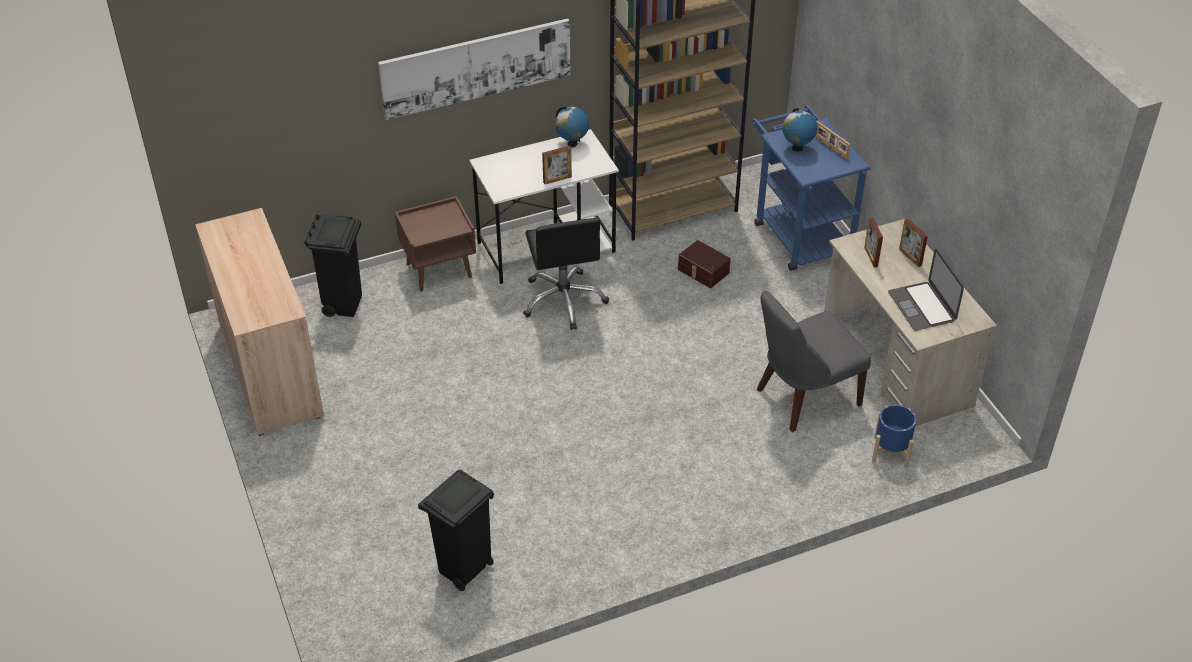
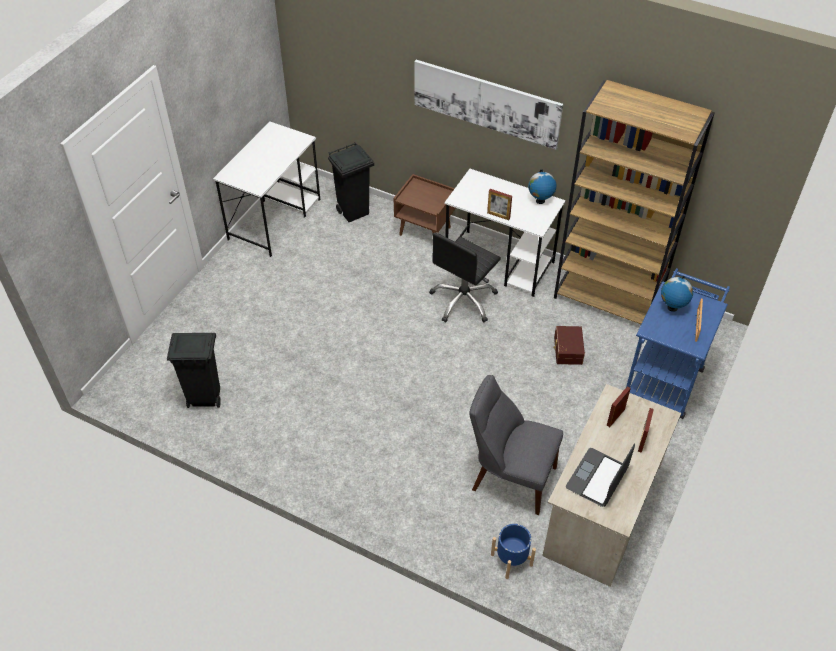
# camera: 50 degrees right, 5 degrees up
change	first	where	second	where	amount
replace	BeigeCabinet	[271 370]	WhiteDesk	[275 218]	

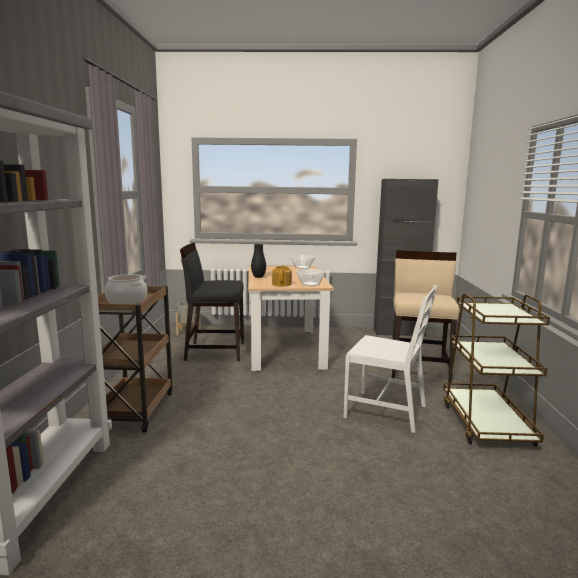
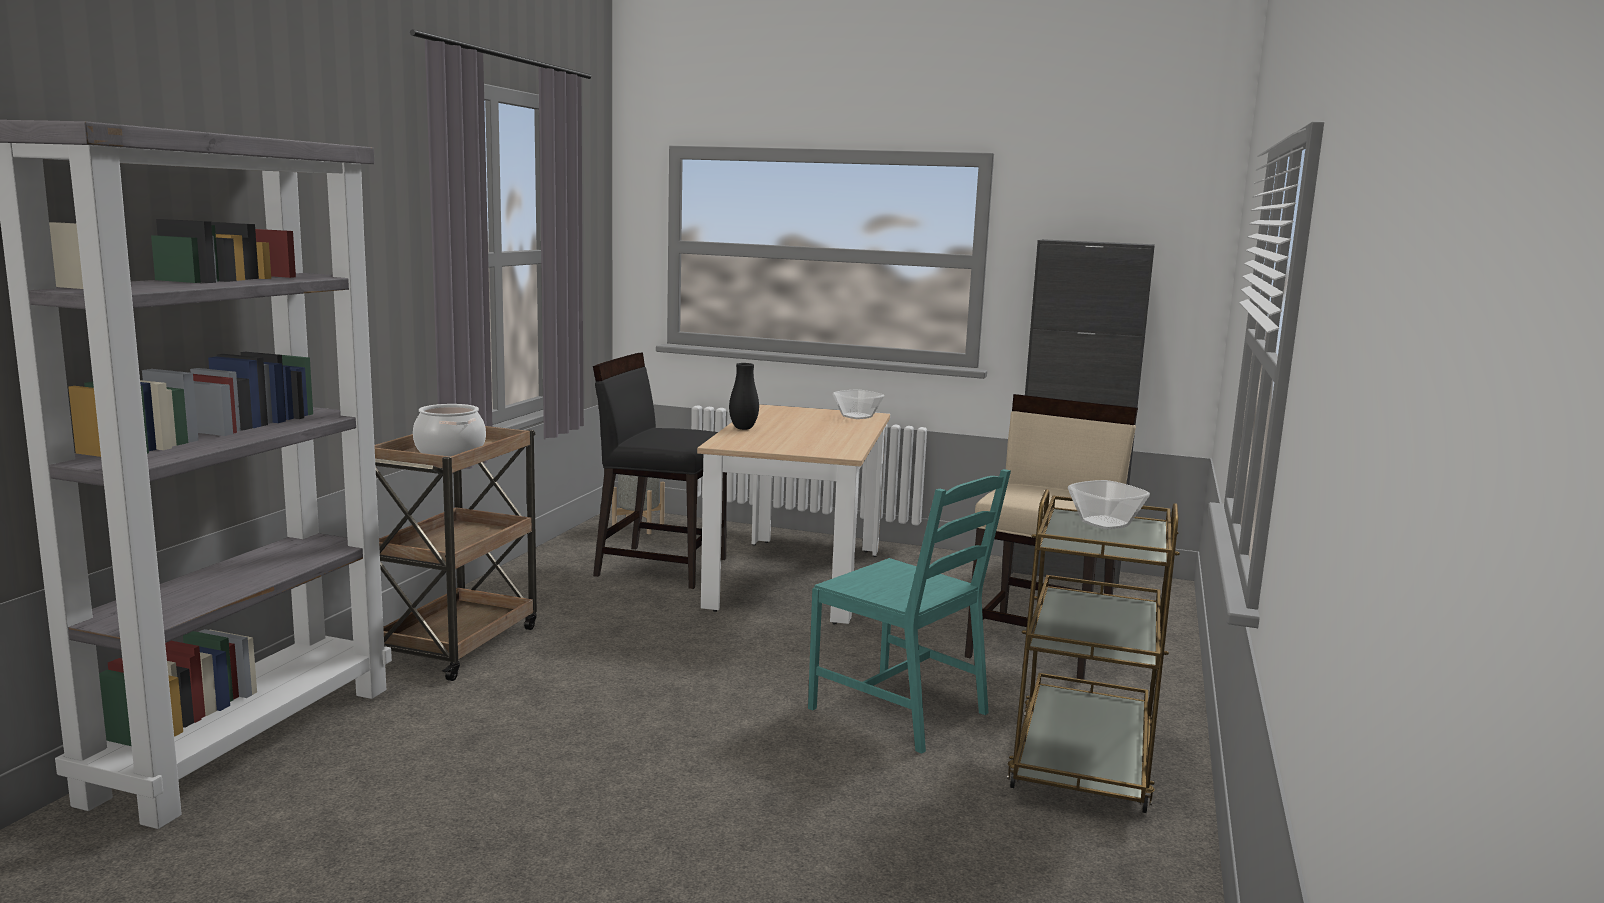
# camera: 15 degrees right, 0 degrees up
change	first	where	second	where	amount
delete	Teapot	[282 284]			
move	Bowl	[310 284]		[1103 523]	
recolor	WhiteChair	[386 411]	TurquoiseChair	[901 710]	

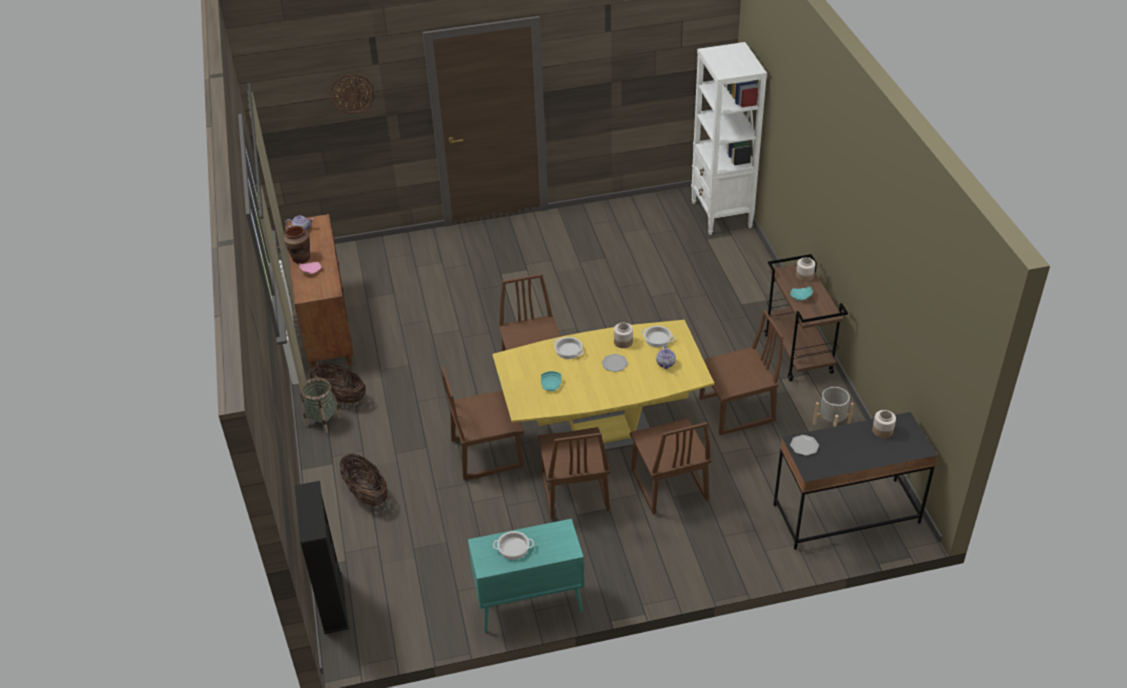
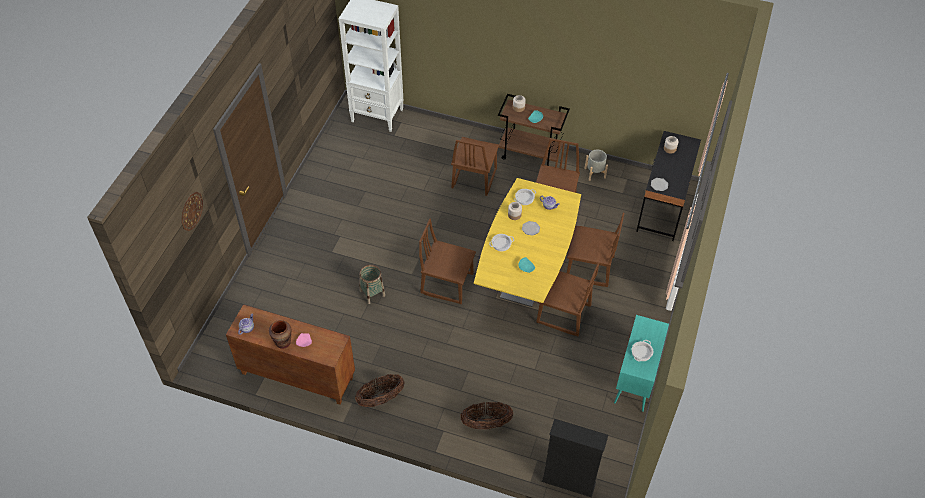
# camera: 60 degrees left, 10 degrees up
change	first	where	second	where	amount
move	BrownChair	[487 453]		[473 178]	
move	Basket	[323 421]		[372 293]	

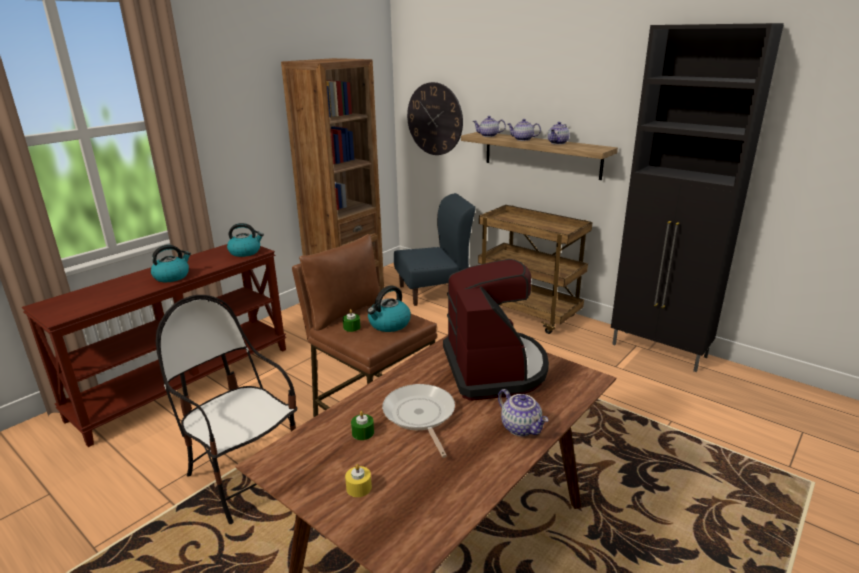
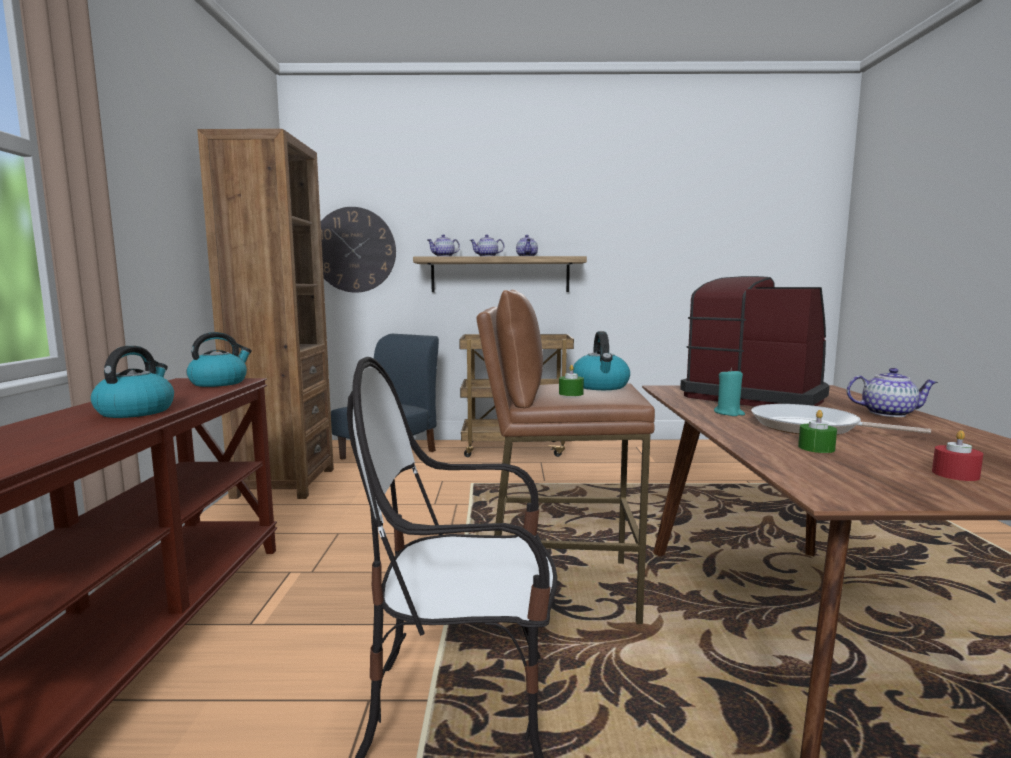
# camera: 40 degrees left, 15 degrees down
change	first	where	second	where	amount
delete	BlackCabinet	[659 351]			
recolor	YellowCandle	[359 488]	RedCandle	[955 474]	
insert			TurquoiseCandle	[729 413]	

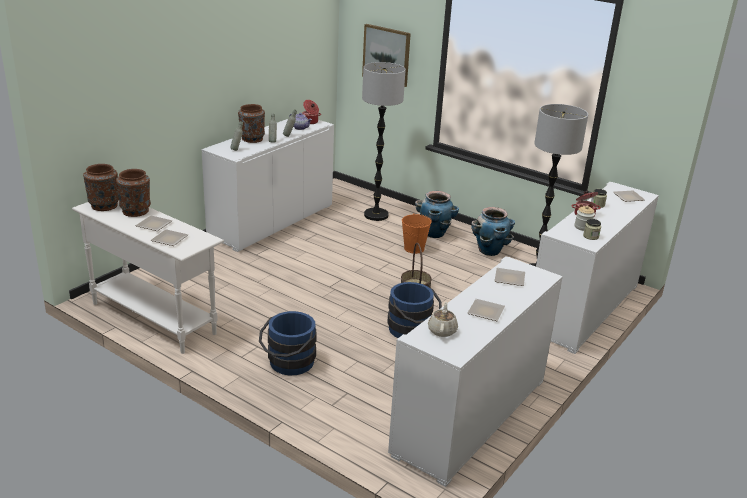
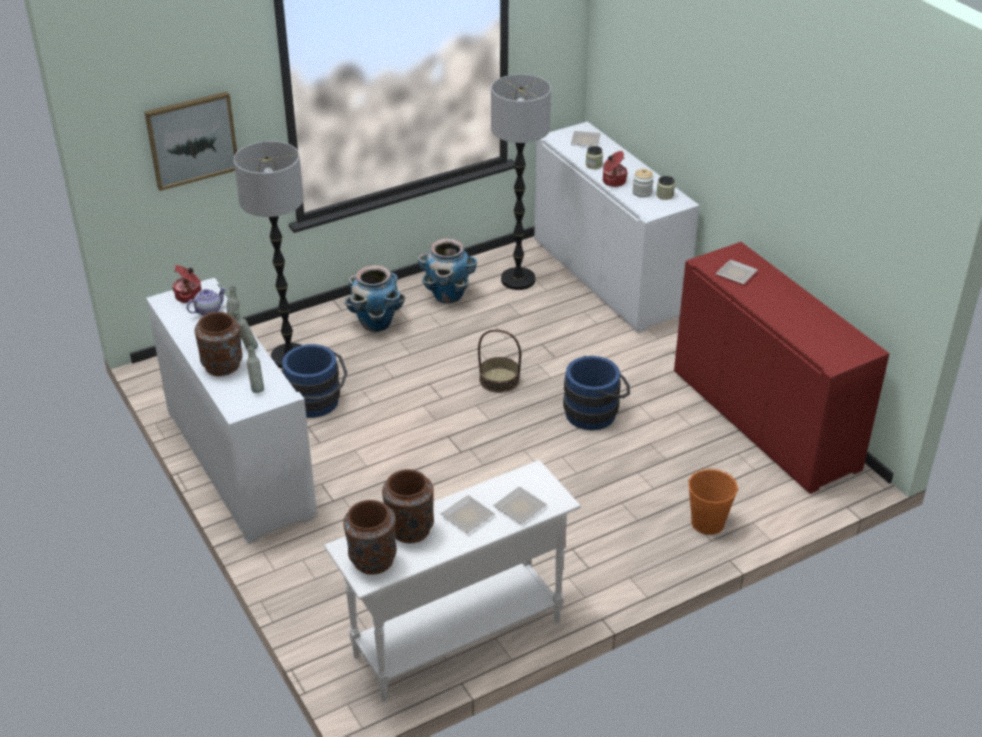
# camera: 65 degrees left, 10 degrees up
change	first	where	second	where	amount
move	OrangeBucket	[414 248]		[707 523]	
recolor	WhiteCabinet	[470 416]	RedCabinet	[764 420]	
delete	Plate	[485 311]			
delete	BeigeTeapot	[442 330]			
move	BlueBucket	[288 364]		[315 404]	

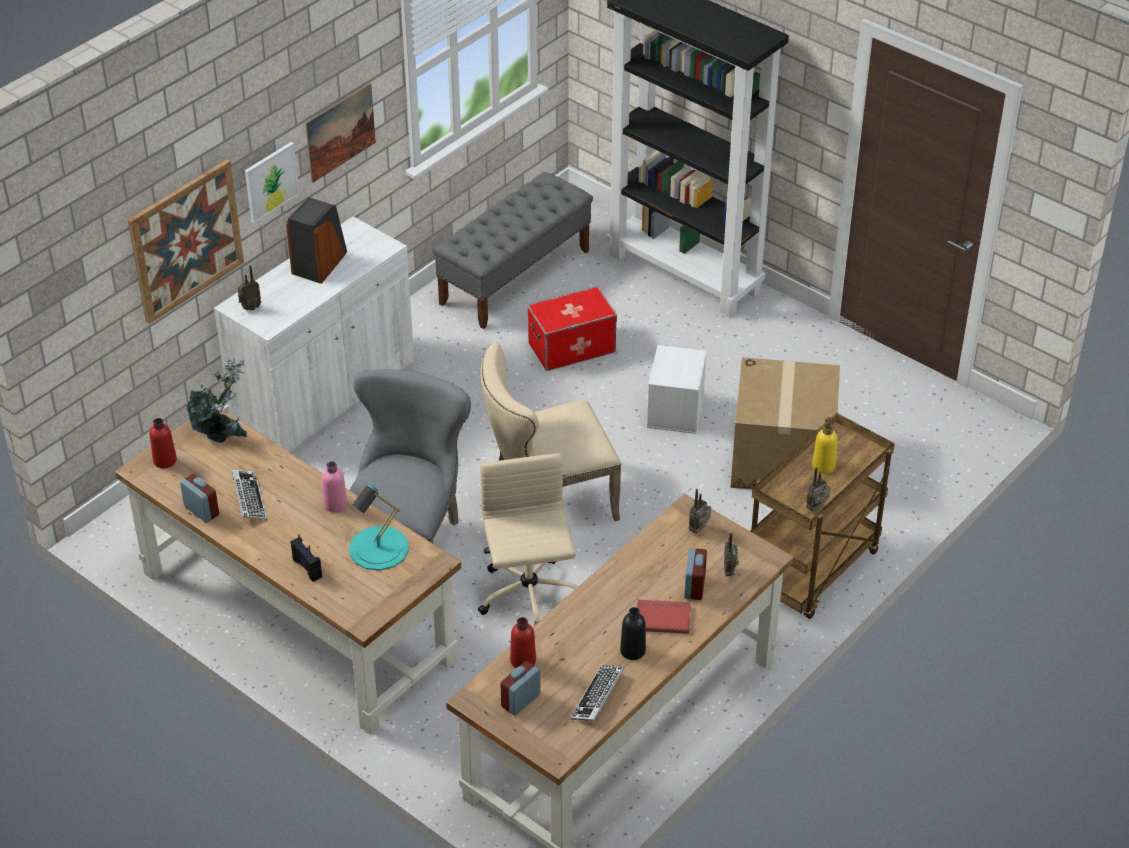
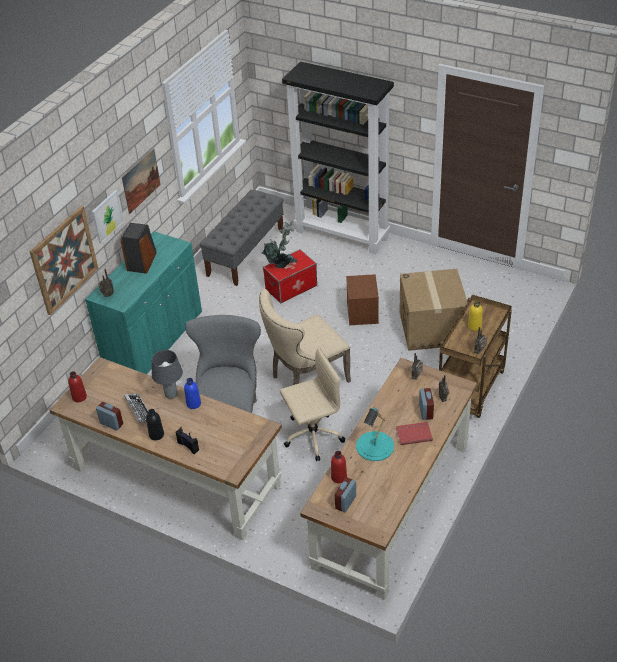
# camera: 10 degrees left, 0 degrees up
change	first	where	second	where	amount
recolor	WhiteCabinet	[324 394]	TurquoiseCabinet	[154 340]	
recolor	WhiteStorageBox	[676 411]	BrownStorageBox	[363 313]	
move	PottedPlant	[222 434]		[281 264]	
rotate	BeigeOfficeChair	[529 595]		[312 436]	90 degrees clockwise
recolor	PinkBottle	[335 504]	BlueBottle	[193 404]	
move	TurquoiseTableLamp	[379 548]		[375 446]	
move	BlackBottle	[632 651]		[156 435]	
delete	Keyboard	[598 696]			
insert			GreyTableLamp	[171 395]	

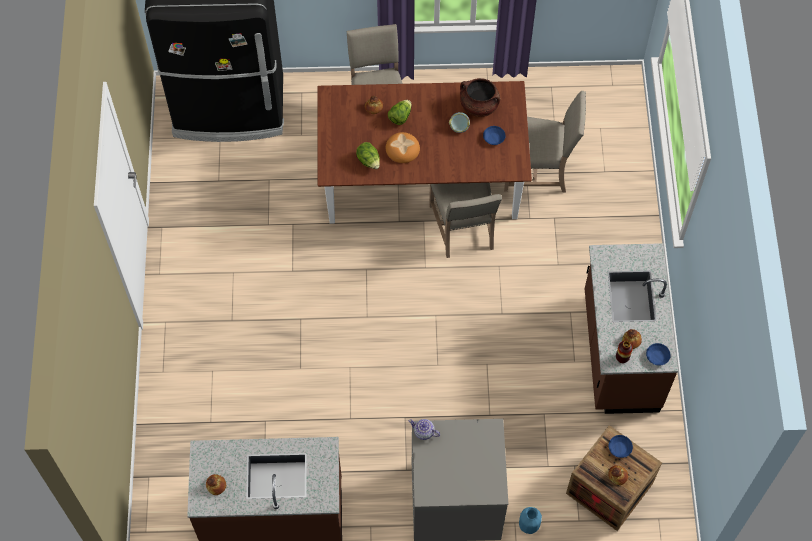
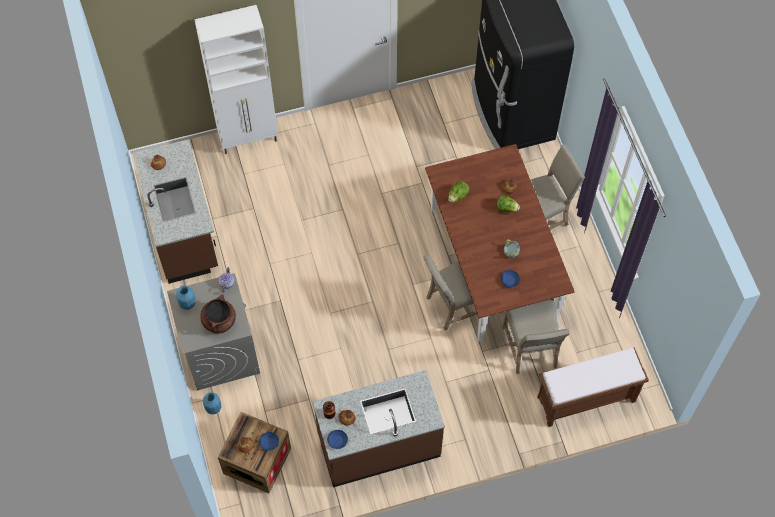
# camera: 75 degrees right, 0 degrees up
change	first	where	second	where	amount
move	BrownCookingPot	[479 106]		[219 321]	
delete	Bread	[403 149]			
insert			WhiteCabinet	[249 138]	
insert			BlueVase	[187 303]	
insert			BrownBench	[585 400]	

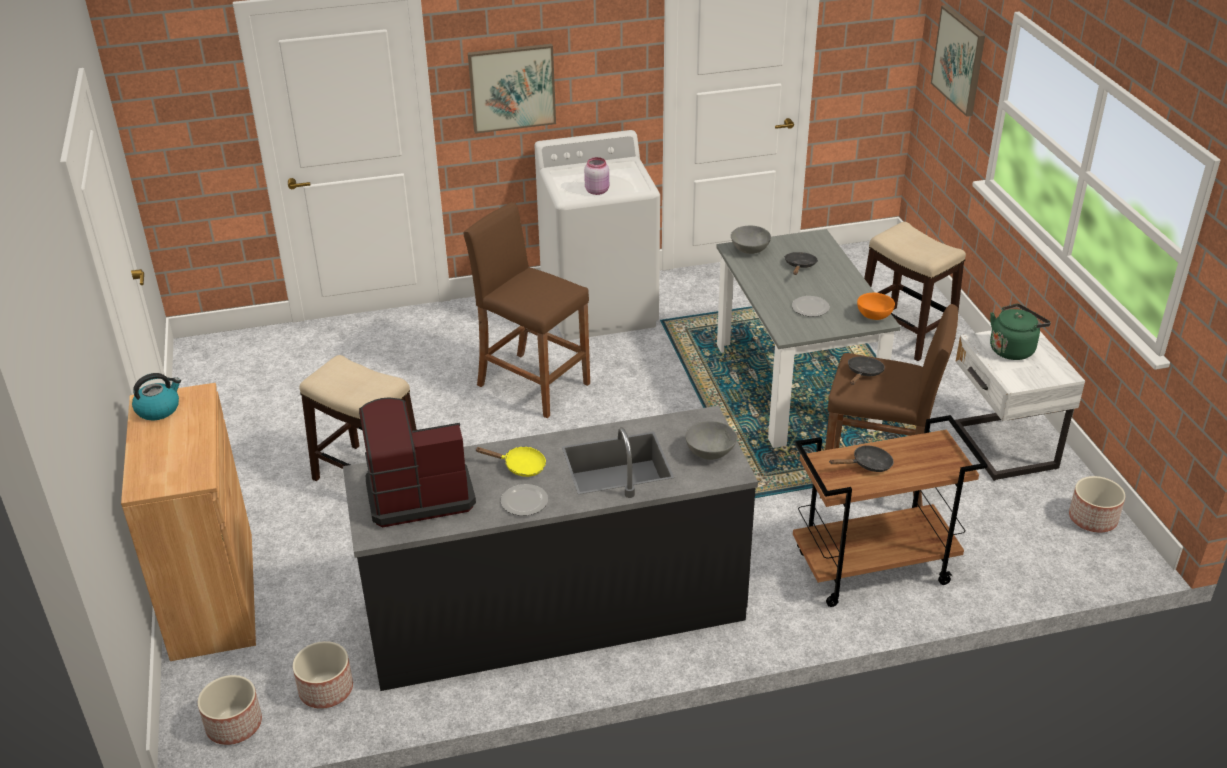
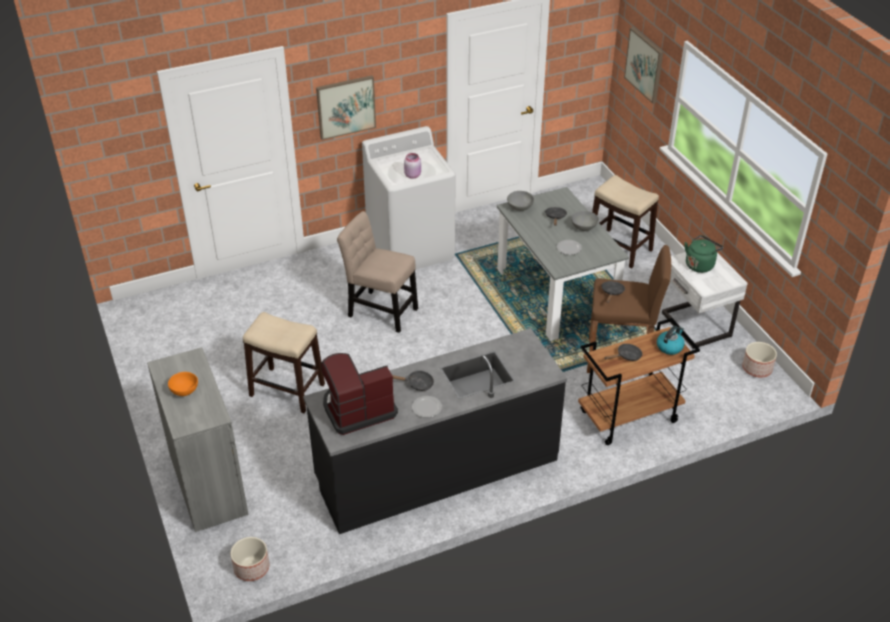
# camera: 10 degrees left, 5 degrees up
change	first	where	second	where	amount
replace	BrownStool	[533 384]	BeigeChair	[380 310]	
move	OrangeBowl	[873 316]		[183 391]	
move	Kettle	[158 409]		[670 347]	
recolor	BrownCabinet	[213 595]	GreyCabinet	[208 484]	
move	GreyBowl	[710 452]		[584 227]	
recolor	YellowFryingPan	[520 466]	BlackFryingPan	[417 384]	
delete	Planter	[326 690]			

